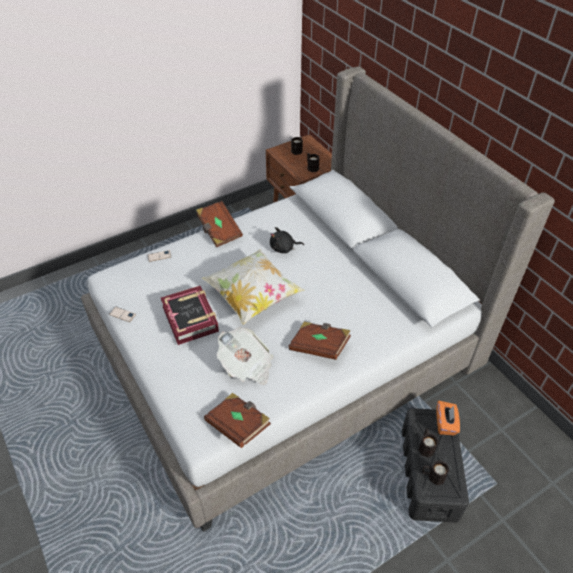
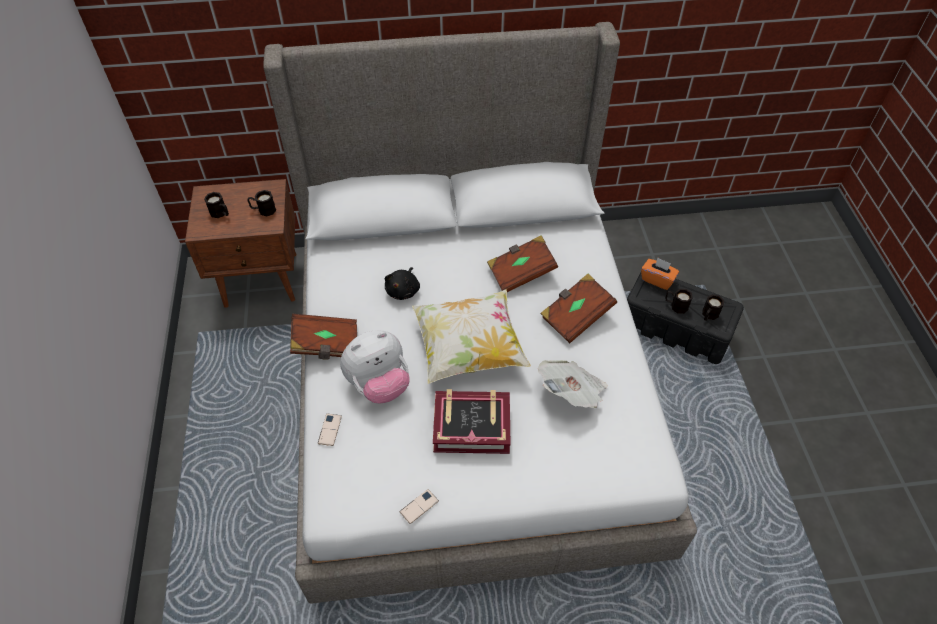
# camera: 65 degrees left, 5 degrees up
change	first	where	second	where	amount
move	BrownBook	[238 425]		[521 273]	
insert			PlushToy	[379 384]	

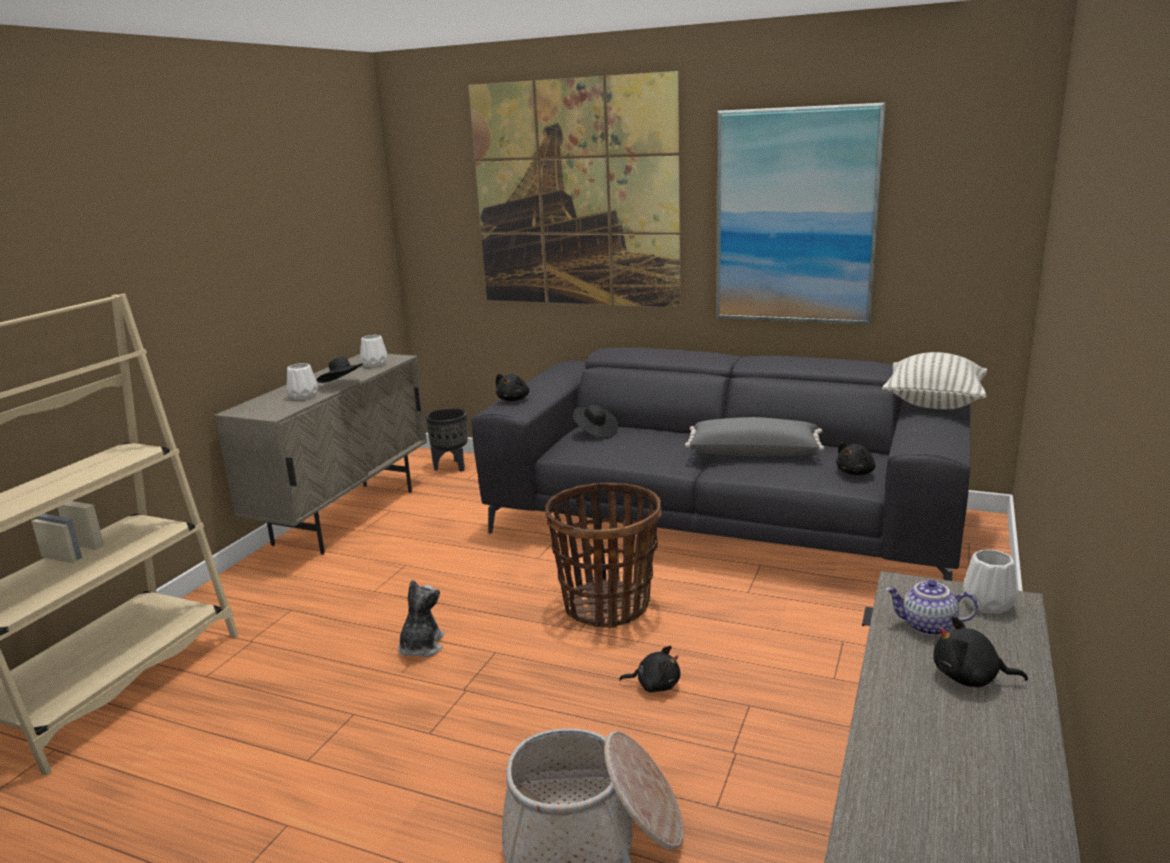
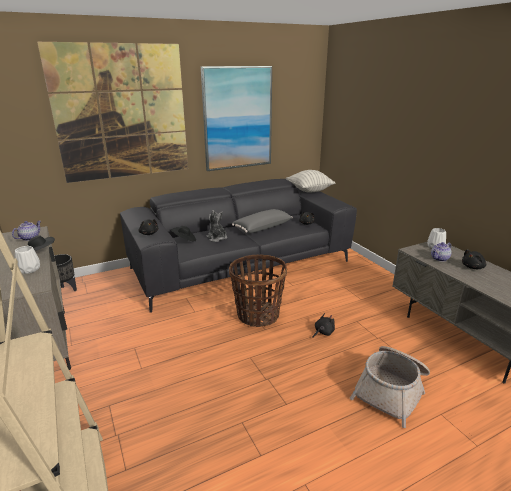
# camera: 50 degrees left, 5 degrees up
change	first	where	second	where	amount
replace	WhiteVase	[374 364]	Teapot	[29 238]	
move	PlushToy	[421 646]		[217 238]	

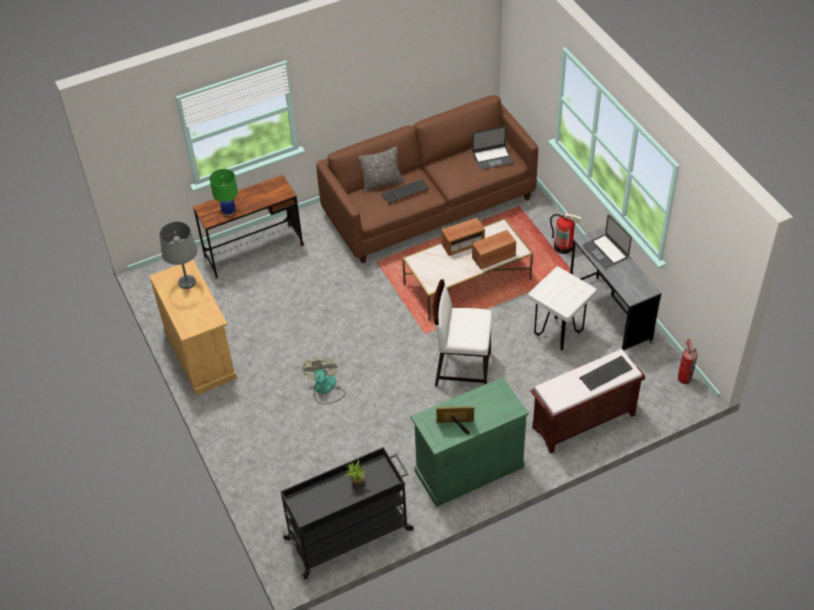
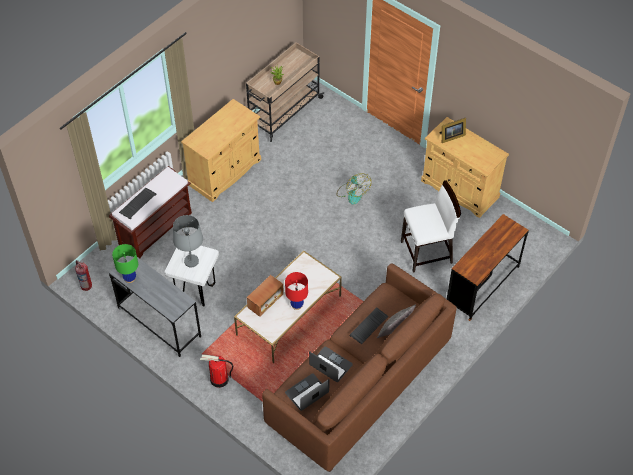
# camera: 155 degrees right, 5 degrees up
change	first	where	second	where	amount
move	GreenTableLamp	[228 212]		[130 278]	
move	Laptop	[605 251]		[330 365]	
replace	Radio	[462 244]	RedTableLamp	[297 305]	
move	GreyTableLamp	[186 282]		[191 261]	
move	WhiteChair	[462 368]		[427 252]	
recolor	GreenCabinet	[469 469]	BeigeCabinet	[225 172]	
move	PictureFrame	[456 425]		[451 137]	
recolor	BlackCart	[350 534]	BeigeCart	[283 112]	

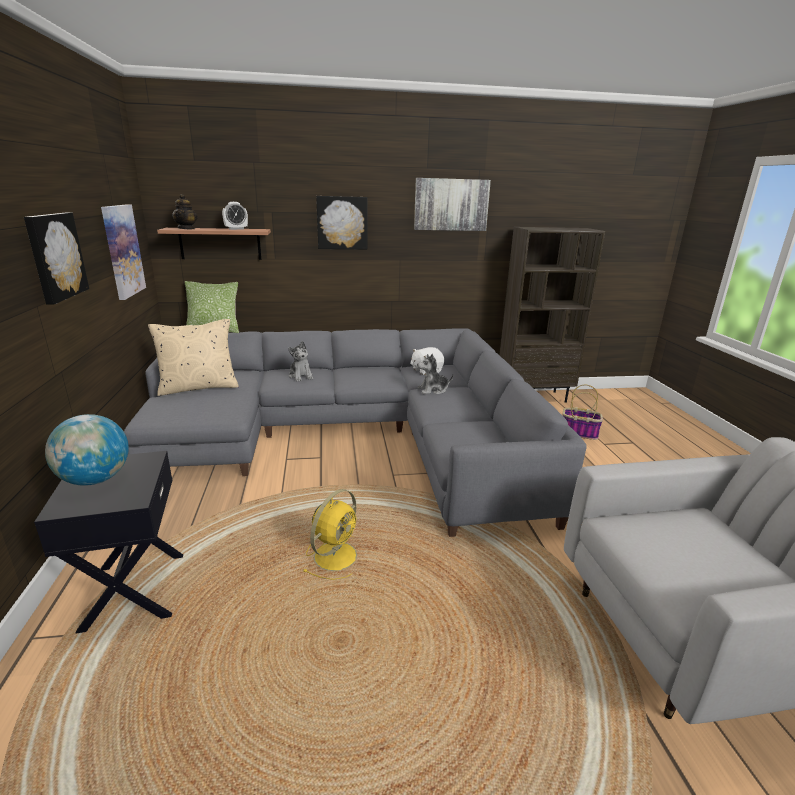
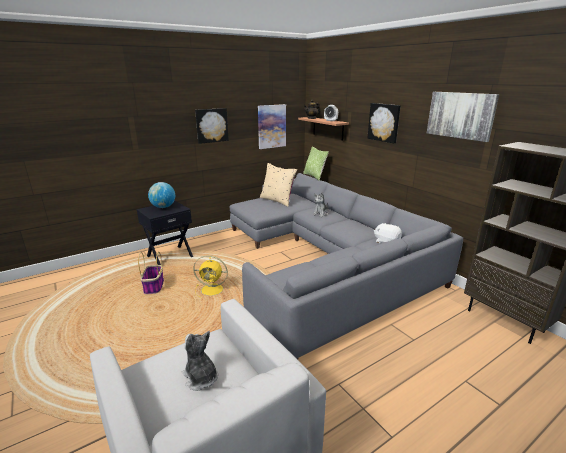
# camera: 65 degrees right, 0 degrees up
change	first	where	second	where	amount
move	PlushToy	[433 390]		[200 377]	
move	Basket	[579 433]		[154 287]	

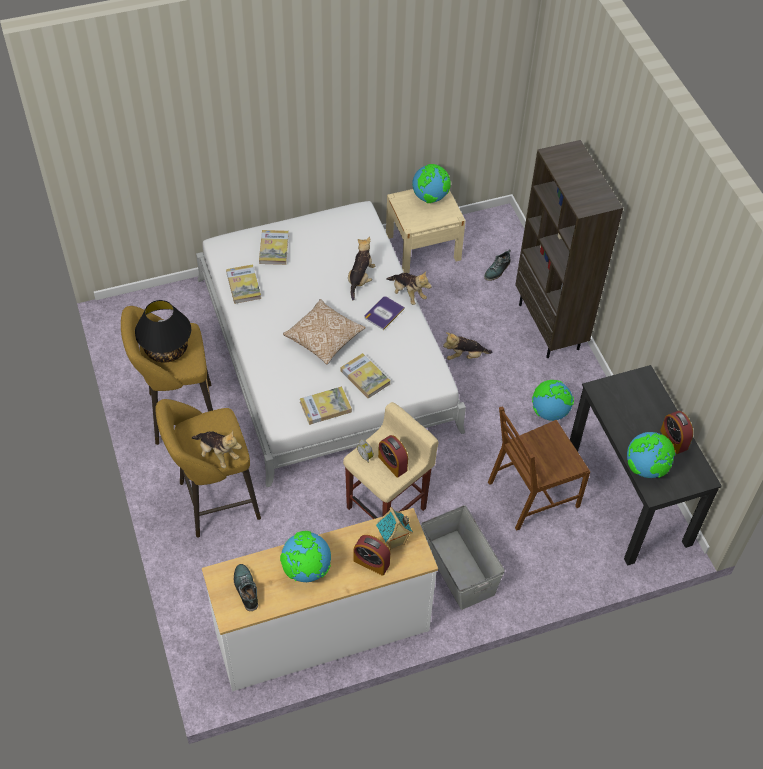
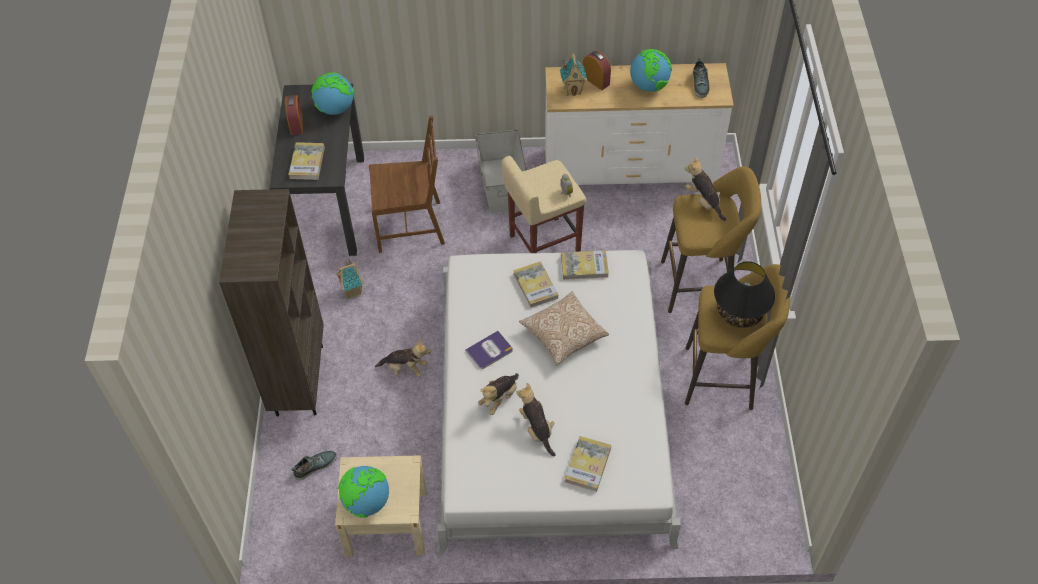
# camera: 160 degrees left, 0 degrees up
change	first	where	second	where	amount
move	Book	[243 285]		[307 163]	
move	PlushToy	[407 294]		[537 429]	
replace	Globe	[549 412]	ToyHouse	[353 291]	
delete	AlarmClock	[392 463]			

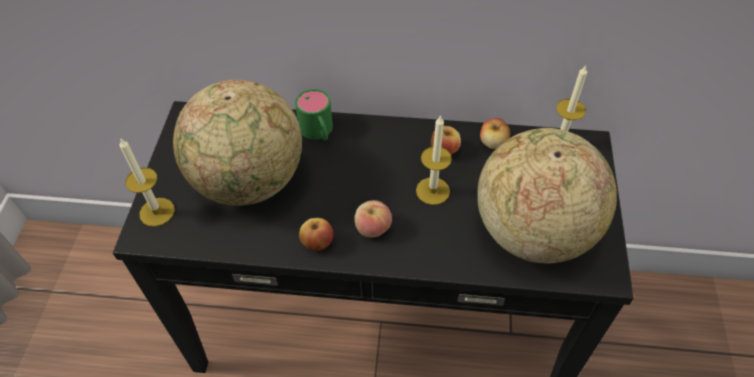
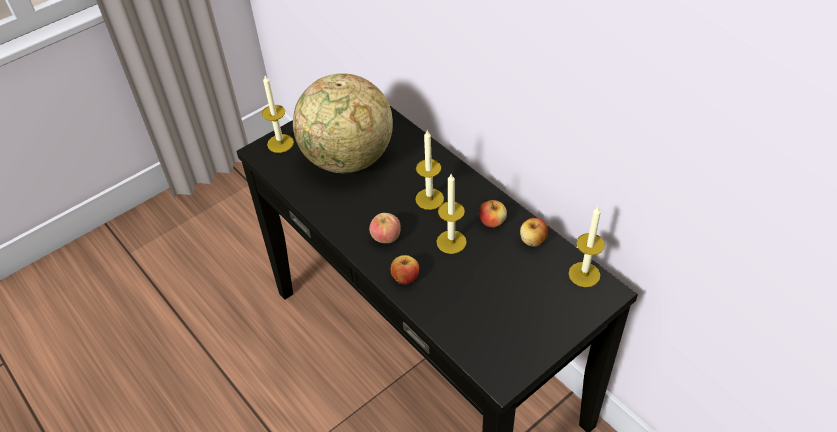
# camera: 45 degrees right, 5 degrees down
change	first	where	second	where	amount
delete	GreenMug	[318 132]			
delete	Globe	[532 231]			
move	Apple	[317 242]		[405 277]	
insert			Candle	[429 199]	

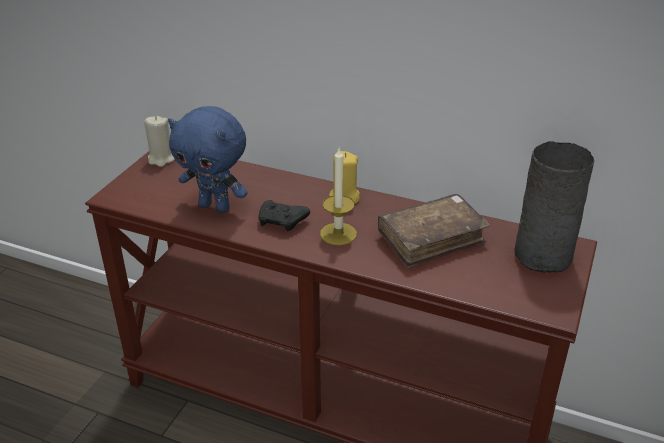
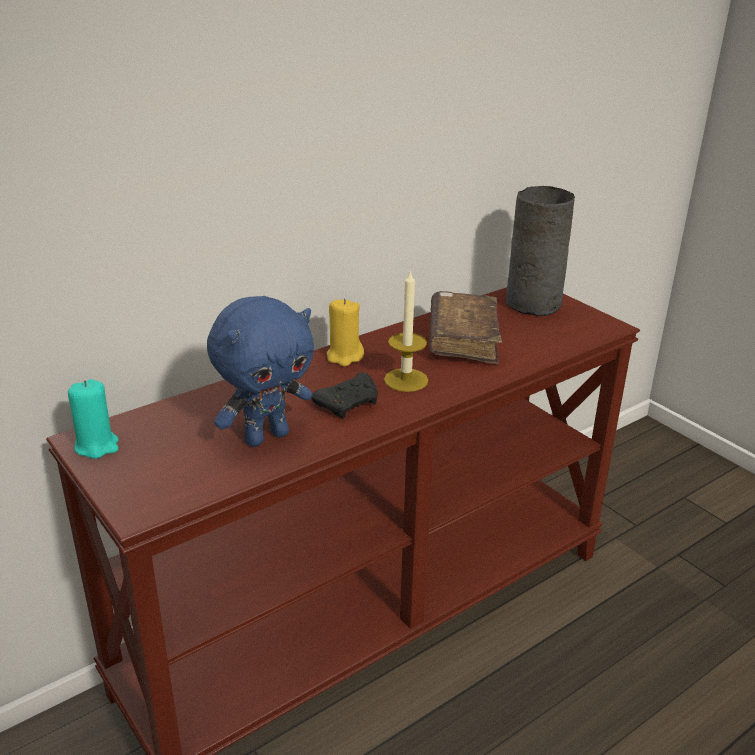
# camera: 60 degrees left, 5 degrees down
change	first	where	second	where	amount
recolor	BeigeCandle	[161 159]	TurquoiseCandle	[97 446]	

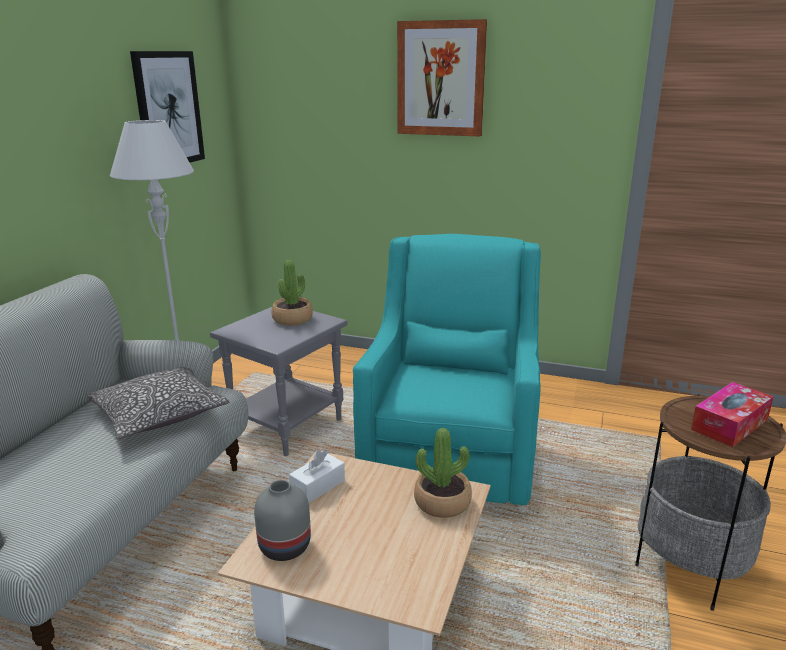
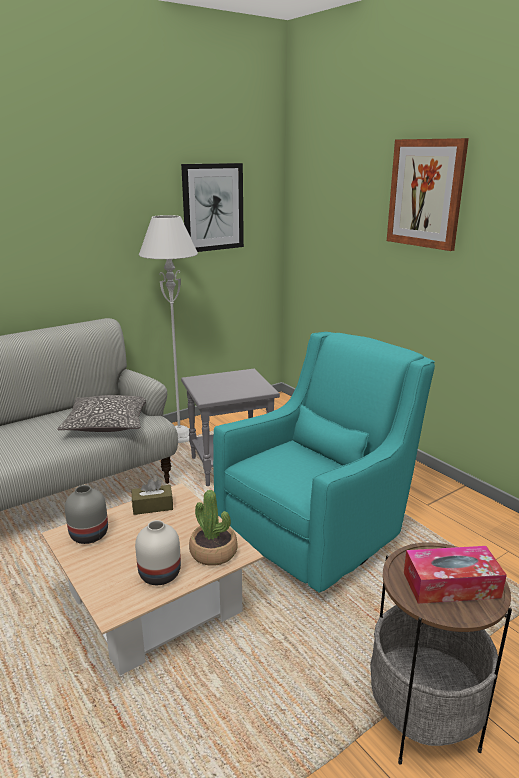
# camera: 35 degrees right, 0 degrees up
change	first	where	second	where	amount
delete	PottedPlant	[292 319]			
recolor	WhiteTissueBox	[318 486]	BrownTissueBox	[152 506]	
insert			WhiteVase	[161 574]	

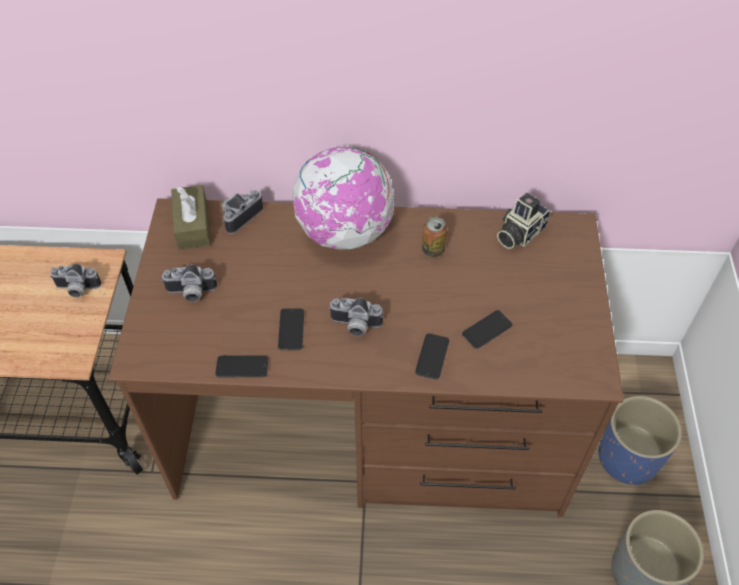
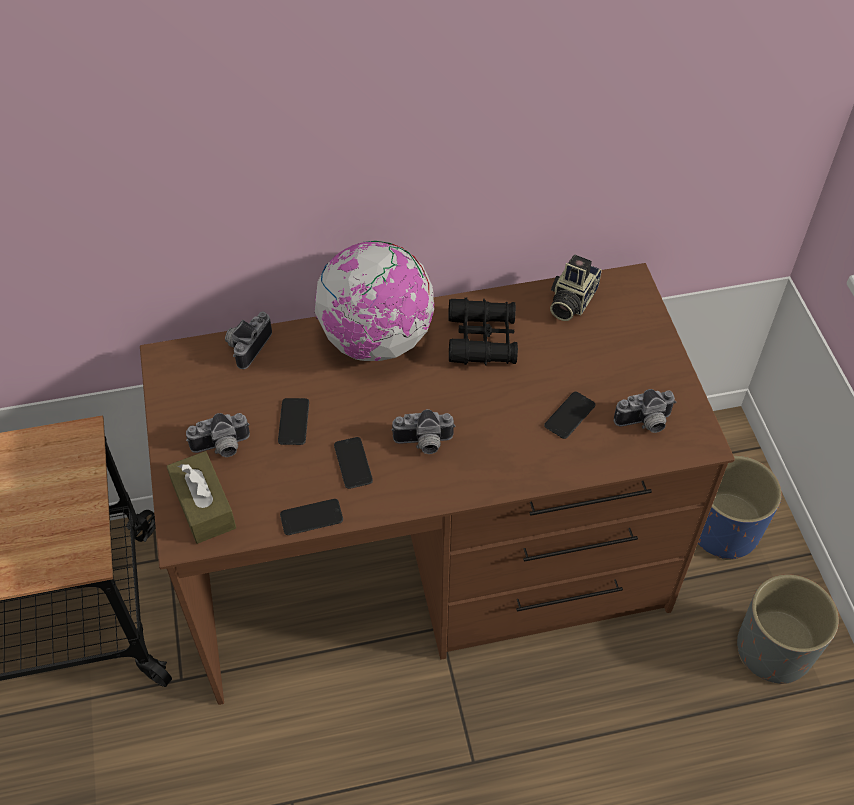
# camera: 15 degrees left, 0 degrees up
change	first	where	second	where	amount
move	BrownTissueBox	[193 225]		[204 506]	
replace	Can	[433 250]	BlackBinoculars	[482 339]	
move	PhotoCamera	[77 289]		[645 423]	
move	Phone	[432 356]		[293 422]	

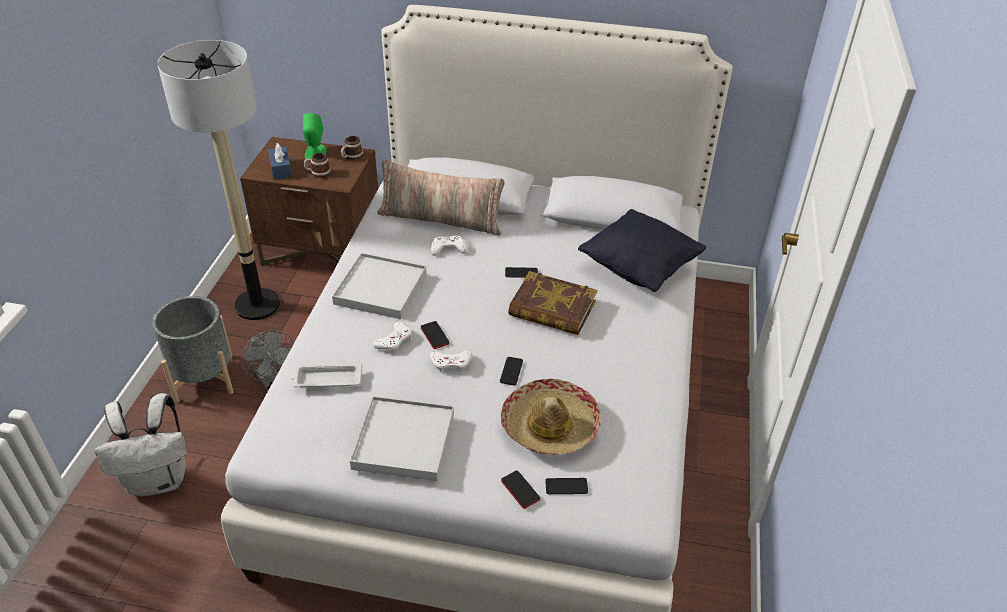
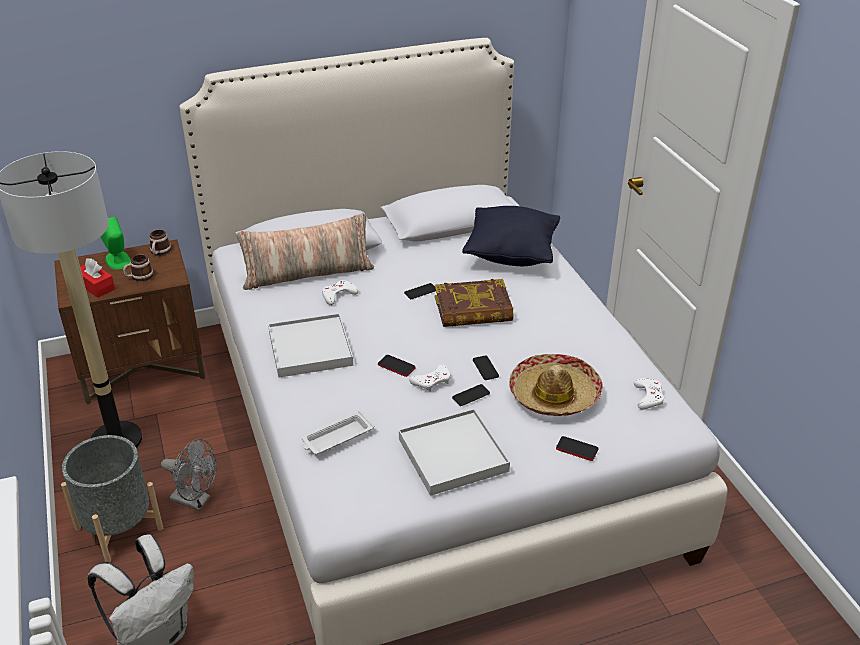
# camera: 30 degrees left, 5 degrees down
change	first	where	second	where	amount
recolor	BlueTissueBox	[281 169]	RedTissueBox	[96 286]	
move	WhiteGameController	[394 340]		[648 397]	
move	Phone	[566 486]		[471 395]	

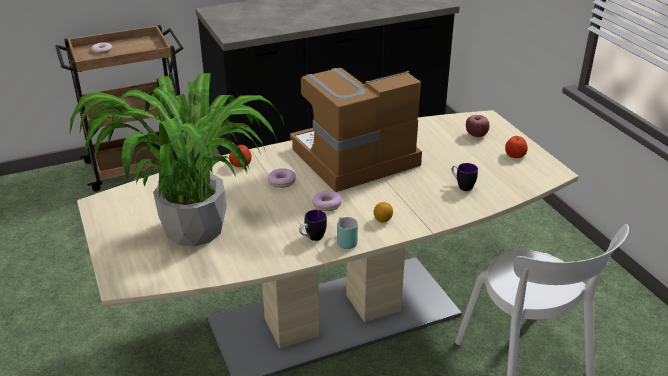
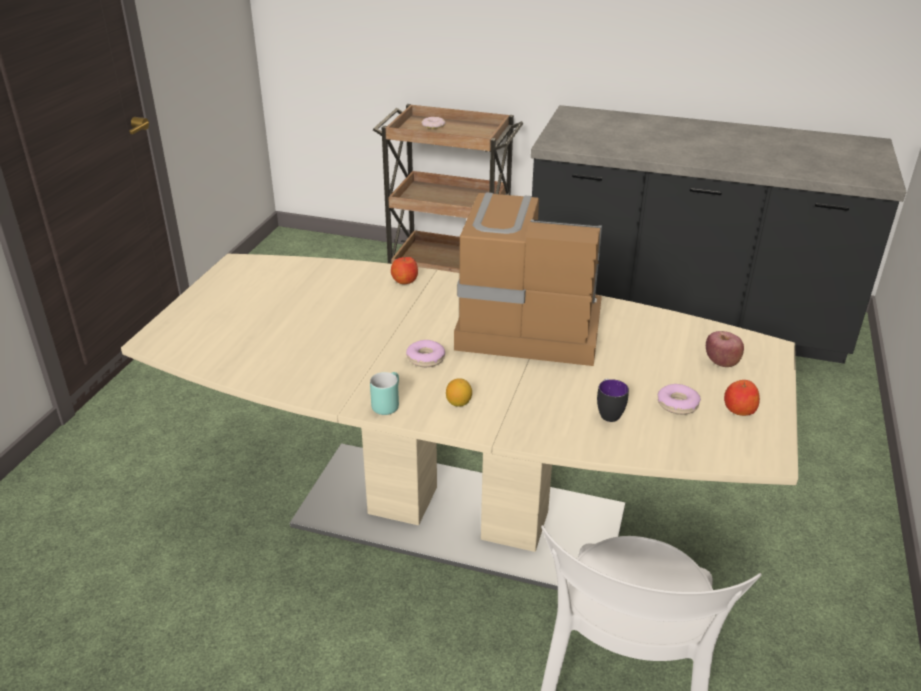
# camera: 40 degrees right, 0 degrees up
change	first	where	second	where	amount
delete	PottedPlant	[196 229]			
move	Donut	[282 182]		[677 404]	
delete	Mug	[312 238]			

